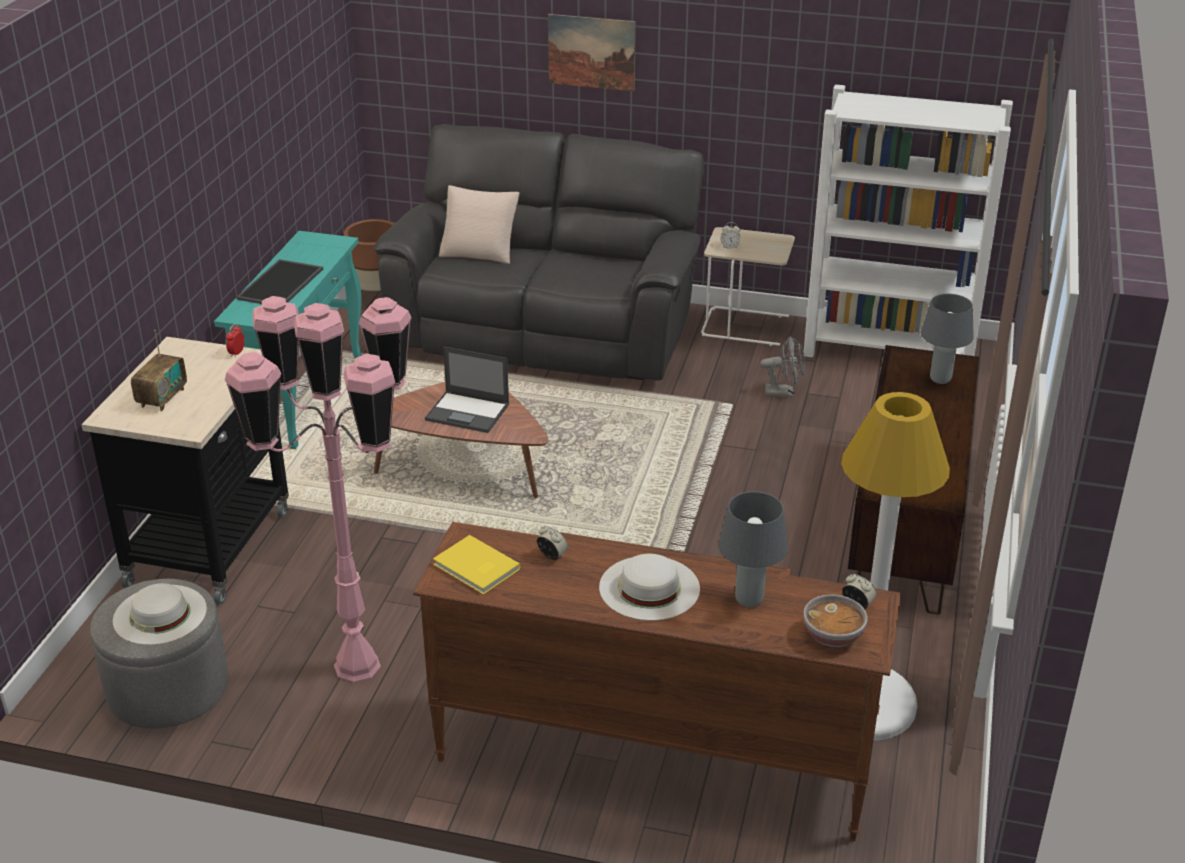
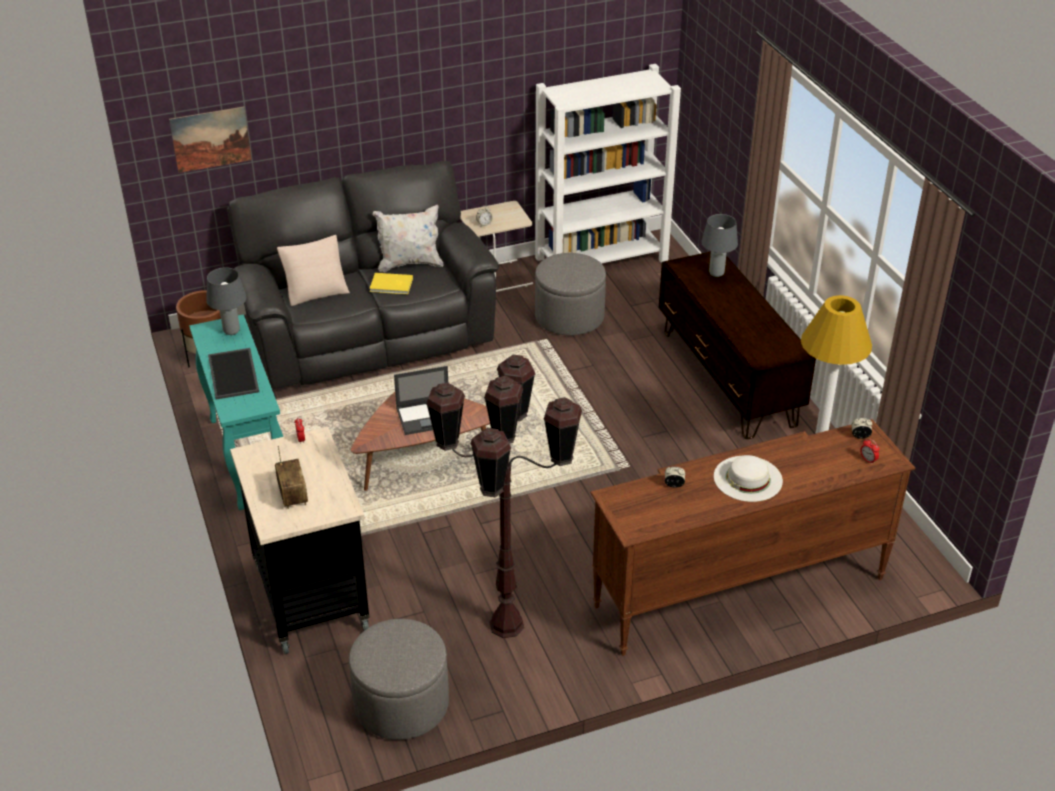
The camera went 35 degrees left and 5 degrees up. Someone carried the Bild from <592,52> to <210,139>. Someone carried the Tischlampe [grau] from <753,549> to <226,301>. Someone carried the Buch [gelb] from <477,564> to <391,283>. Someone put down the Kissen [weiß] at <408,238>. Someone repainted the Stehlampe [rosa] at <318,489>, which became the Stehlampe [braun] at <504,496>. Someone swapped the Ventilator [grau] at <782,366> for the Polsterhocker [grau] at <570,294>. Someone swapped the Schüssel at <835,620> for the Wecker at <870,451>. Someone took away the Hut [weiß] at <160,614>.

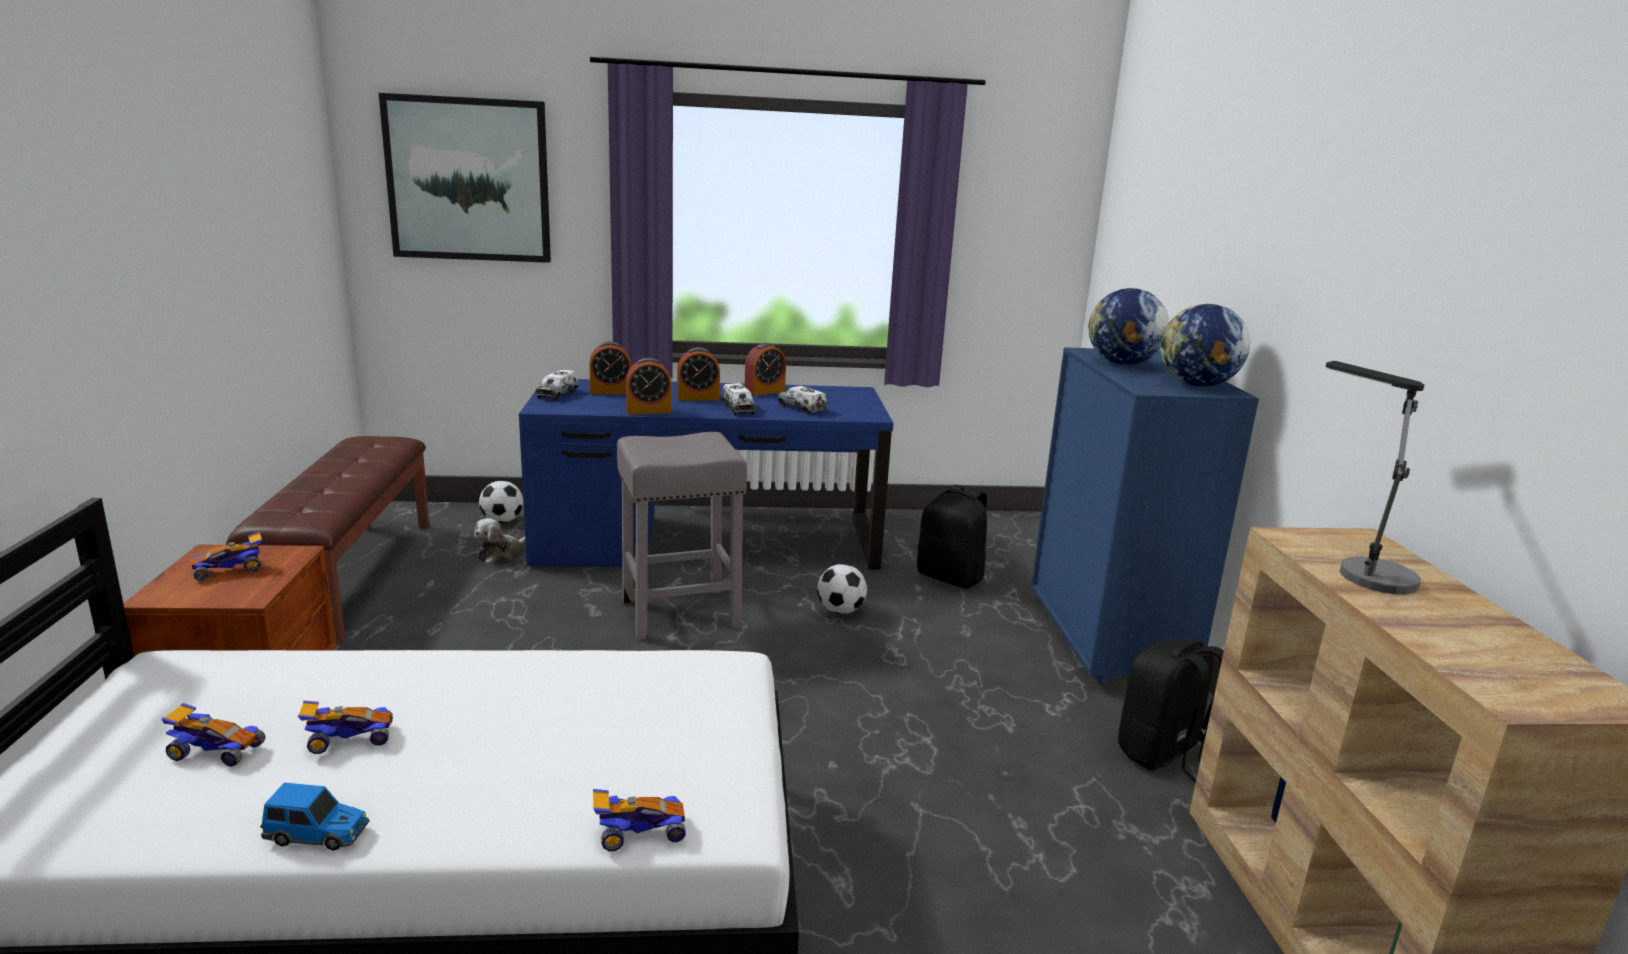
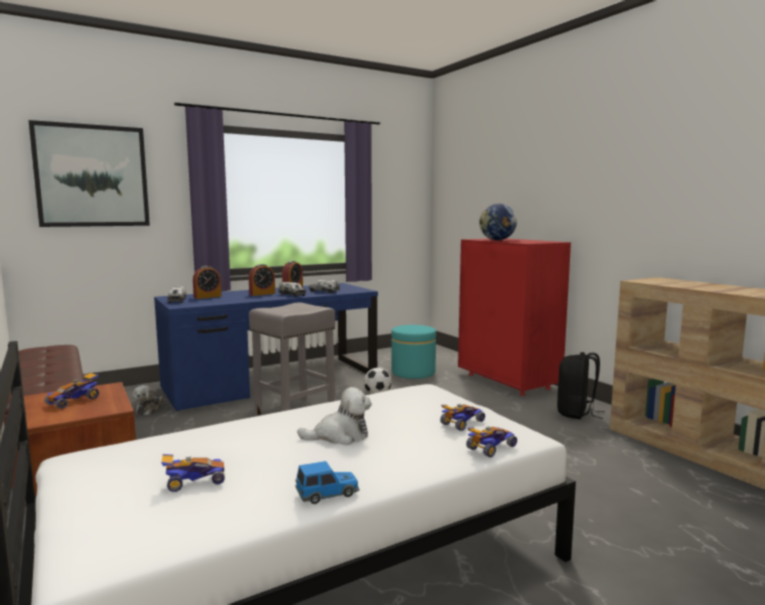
The camera went 25 degrees left and 10 degrees down. Someone put down the Plüschtier at <334,416>. Someone swapped the Rucksack [schwarz] at <952,536> for the Polsterhocker [türkis] at <413,352>. Someone carried the Spielzeugauto from <345,727> to <462,417>. Someone repainted the Schrank [blau] at <1145,515>, which became the Schrank [rot] at <514,317>. Someone took away the Fußball at <501,502>. Someone took away the Wecker at <649,385>. Someone took away the Globus at <1205,345>. Someone took away the Tischlampe at <1375,477>.

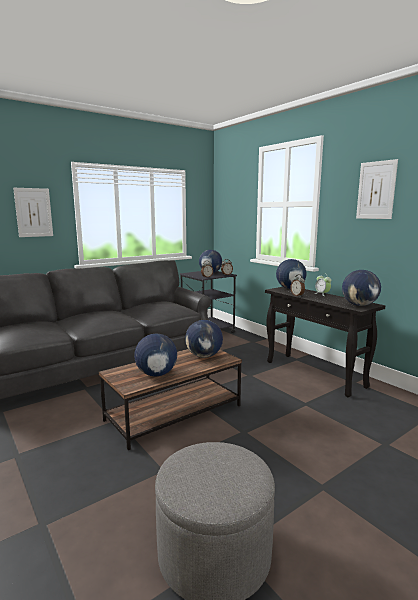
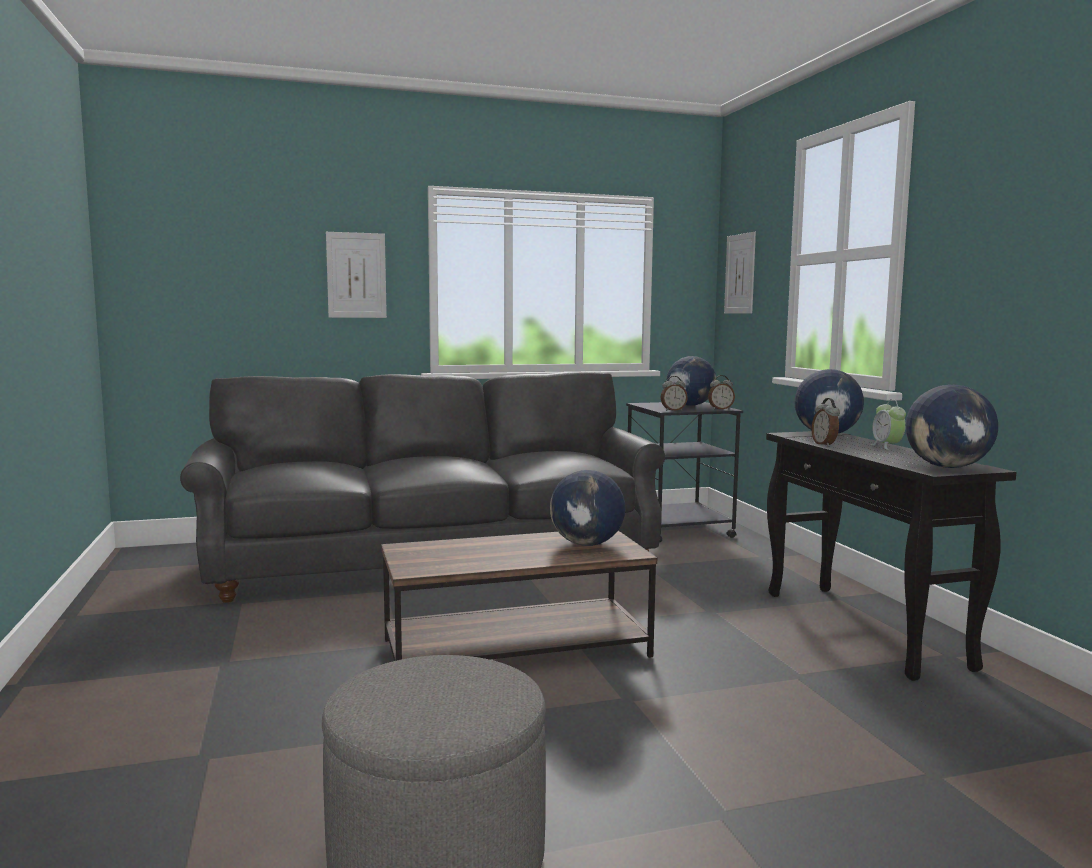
The camera went 20 degrees right and 5 degrees down. Someone carried the Bild from <377,189> to <740,272>. Someone took away the Globus at <155,355>.

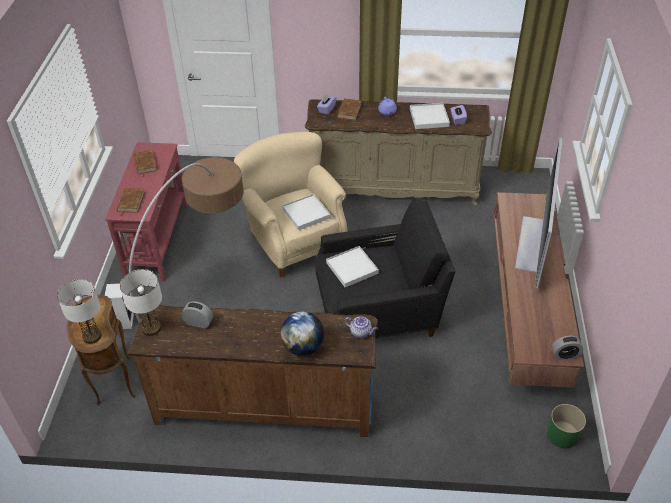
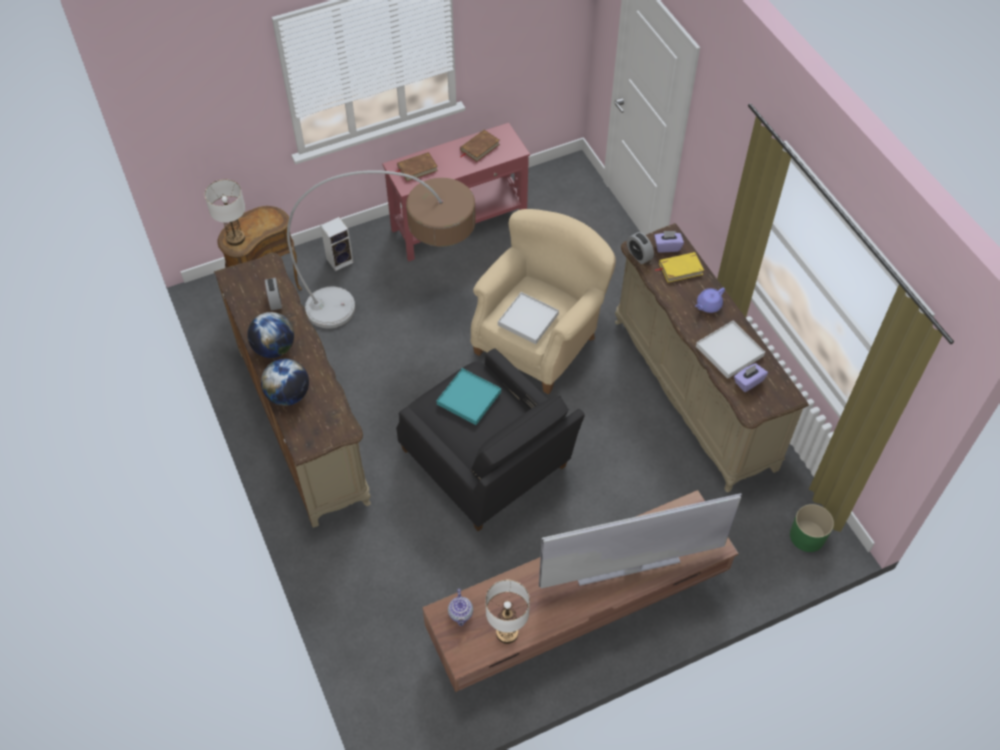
The camera went 60 degrees right and 10 degrees up. Someone repainted the Schrank [blau] at <252,371>, which became the Schrank [beige] at <292,390>. Someone put down the Globus at <270,335>. Someone repainted the Tablett [weiß] at <352,266>, which became the Tablett [türkis] at <469,396>. Someone carried the Teekanne from <361,327> to <460,607>. Someone carried the Tischlampe from <141,302> to <507,612>. Someone carried the Wecker from <567,348> to <640,248>. Someone repainted the Buch [braun] at <349,110>, which became the Buch [gelb] at <679,267>. Someone carried the Pflanzkübel [grün] from <566,426> to <812,528>.

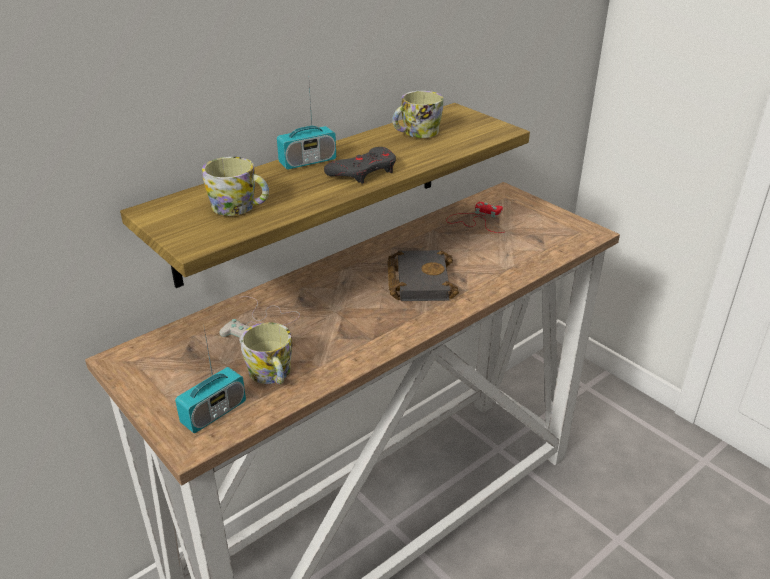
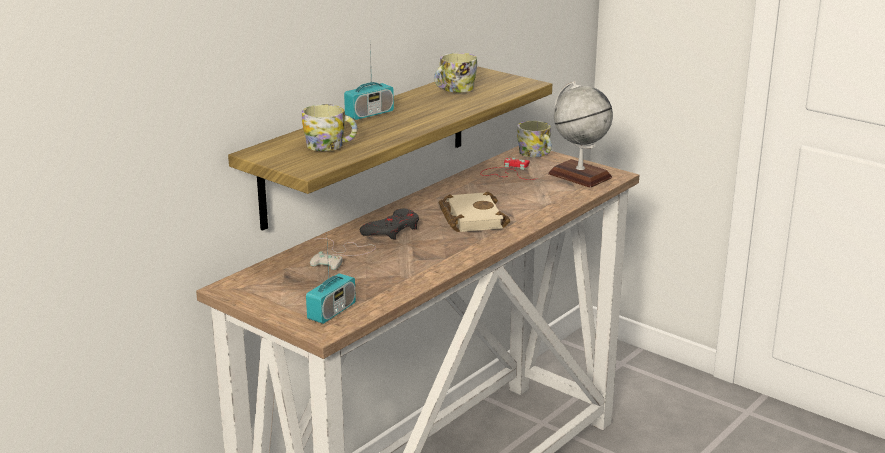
The camera went 10 degrees left and 10 degrees down. Someone carried the Gamepad [grau] from <360,165> to <389,224>. Someone repainted the Buch [schwarz] at <423,275>, which became the Buch [beige] at <474,211>. Someone carried the Henkelbecher from <266,353> to <534,139>. Someone put down the Globus at <580,134>.

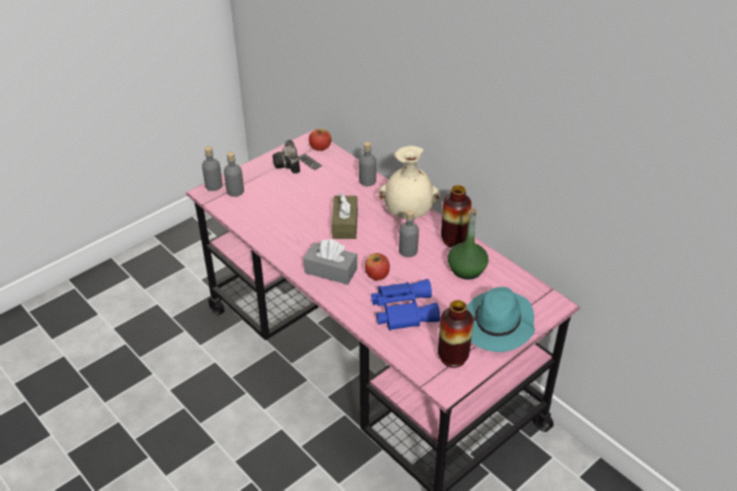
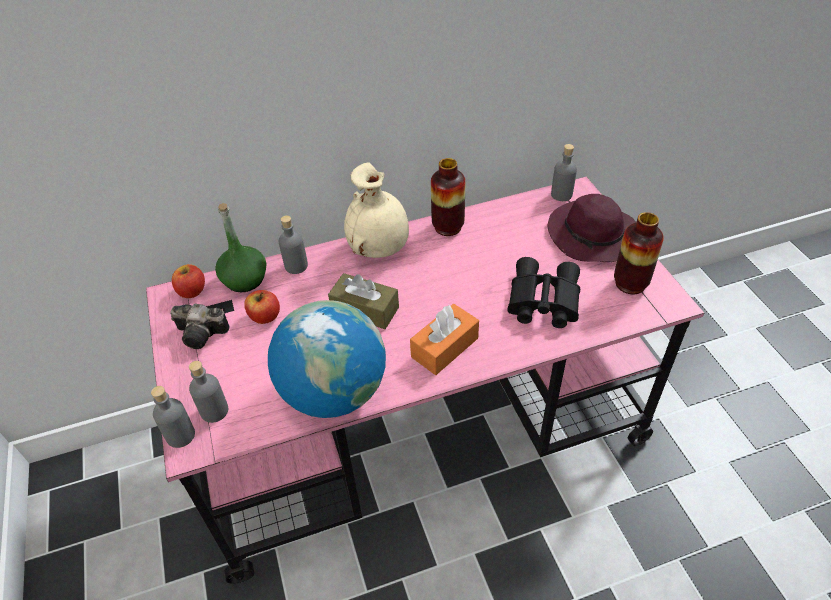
The camera went 65 degrees left and 5 degrees up. Someone carried the Flasche [grün] from <468,244> to <241,247>. Someone carried the Apfel from <377,266> to <262,307>. Someone put down the Globus at <327,359>. Someone repainted the Taschentuchbox [grau] at <330,262>, which became the Taschentuchbox [orange] at <444,339>. Someone repainted the Fernglas [blau] at <405,305>, which became the Fernglas [schwarz] at <543,292>. Someone repainted the Hut [türkis] at <501,319>, which became the Hut [lila] at <592,228>. Someone carried the Flasche [grau] from <409,233> to <564,172>.

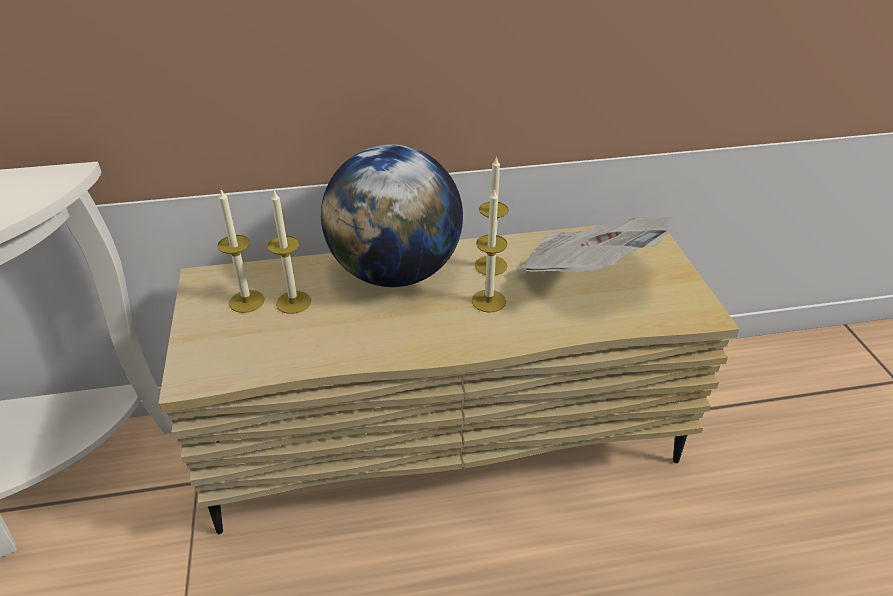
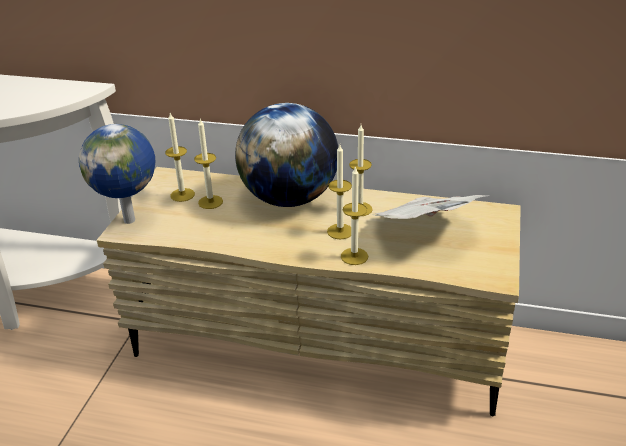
The camera went 25 degrees right and 5 degrees down. Someone put down the Globus at <117,174>. Someone put down the Kerze at <354,215>.

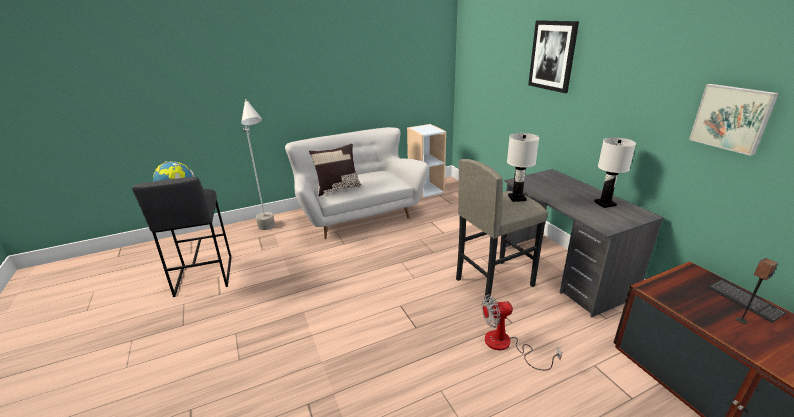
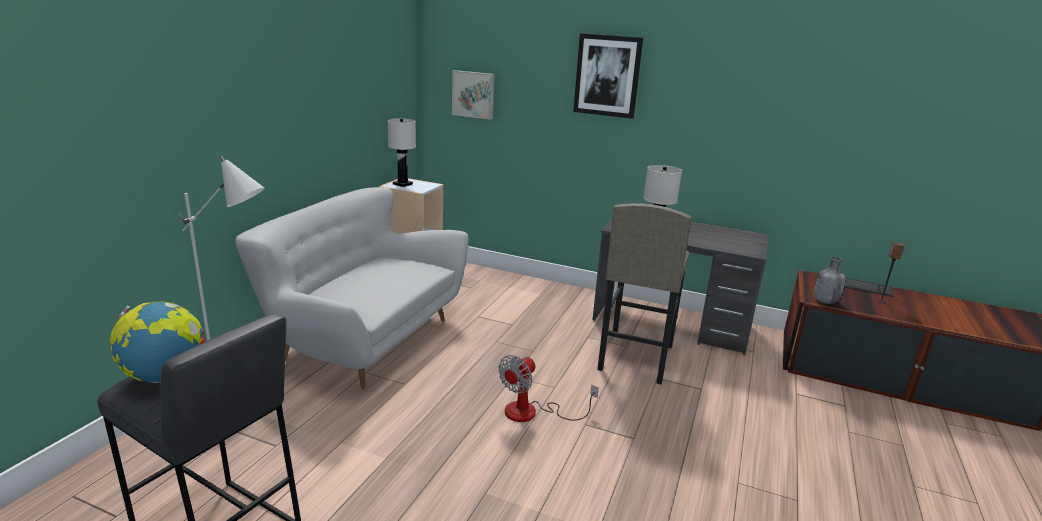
The camera went 45 degrees left and 5 degrees down. Someone carried the Tischlampe [weiß] from <615,172> to <401,152>. Someone carried the Bild from <734,120> to <473,95>. Someone carried the Ventilator from <522,332> to <548,388>. Someone put down the Flasche [grau] at <829,280>. Someone took away the Kissen at <335,170>.

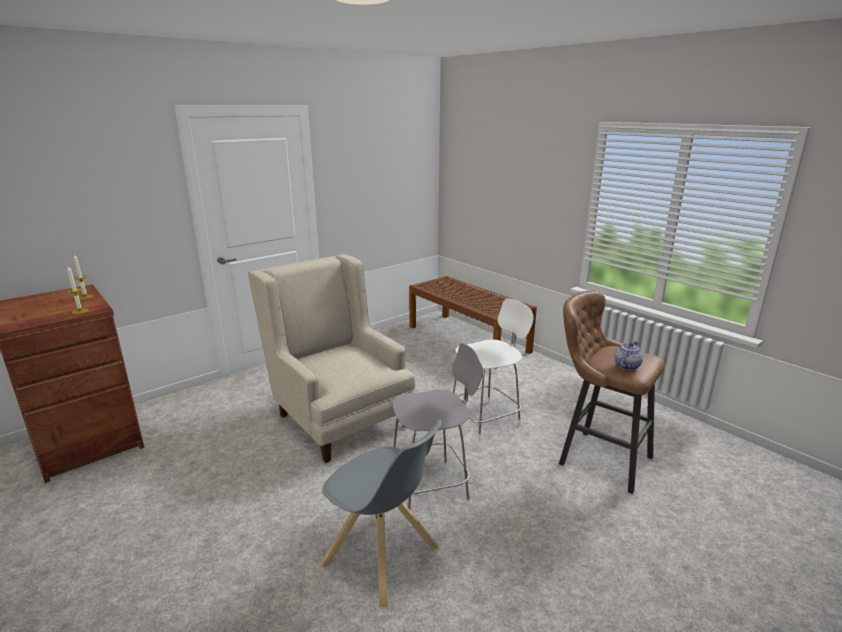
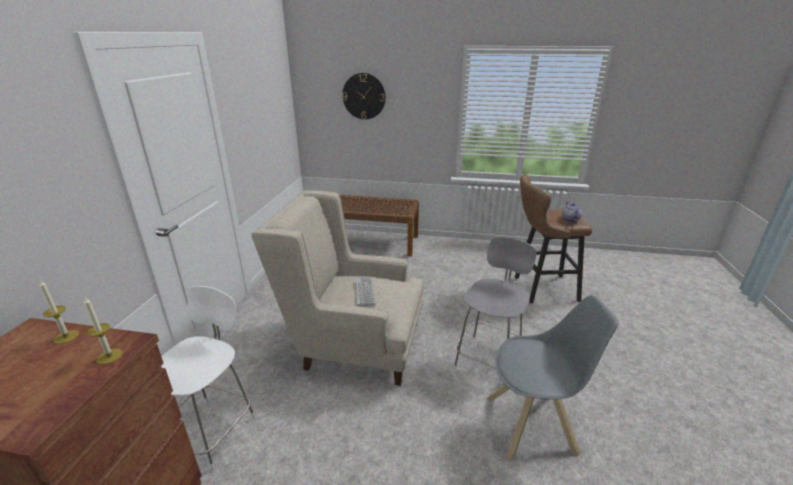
The camera went 40 degrees left and 5 degrees up. Someone carried the Stuhl [weiß] from <493,370> to <208,378>. Someone put up the Wanduhr at <364,96>. Someone put down the Tastatur at <365,291>.

